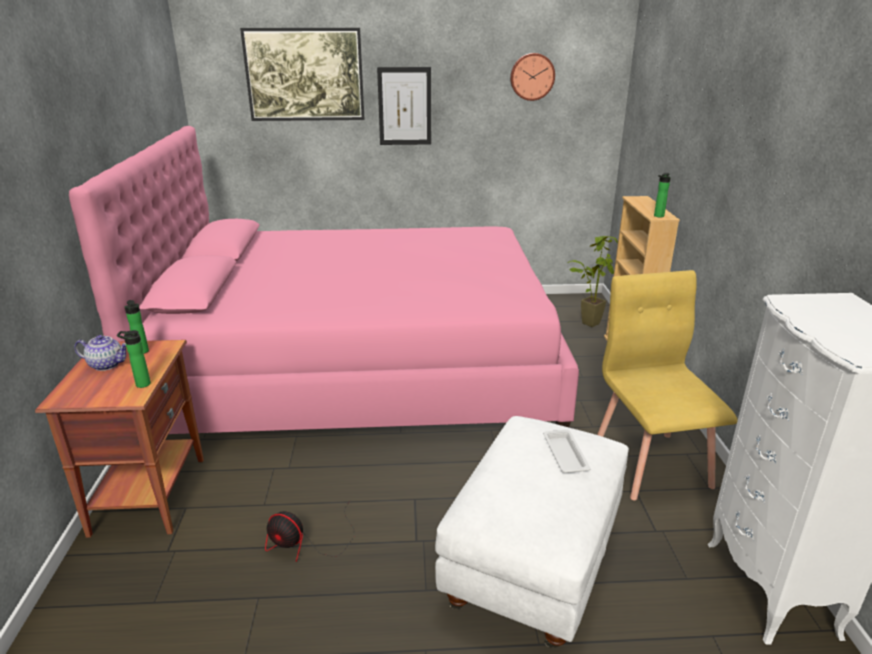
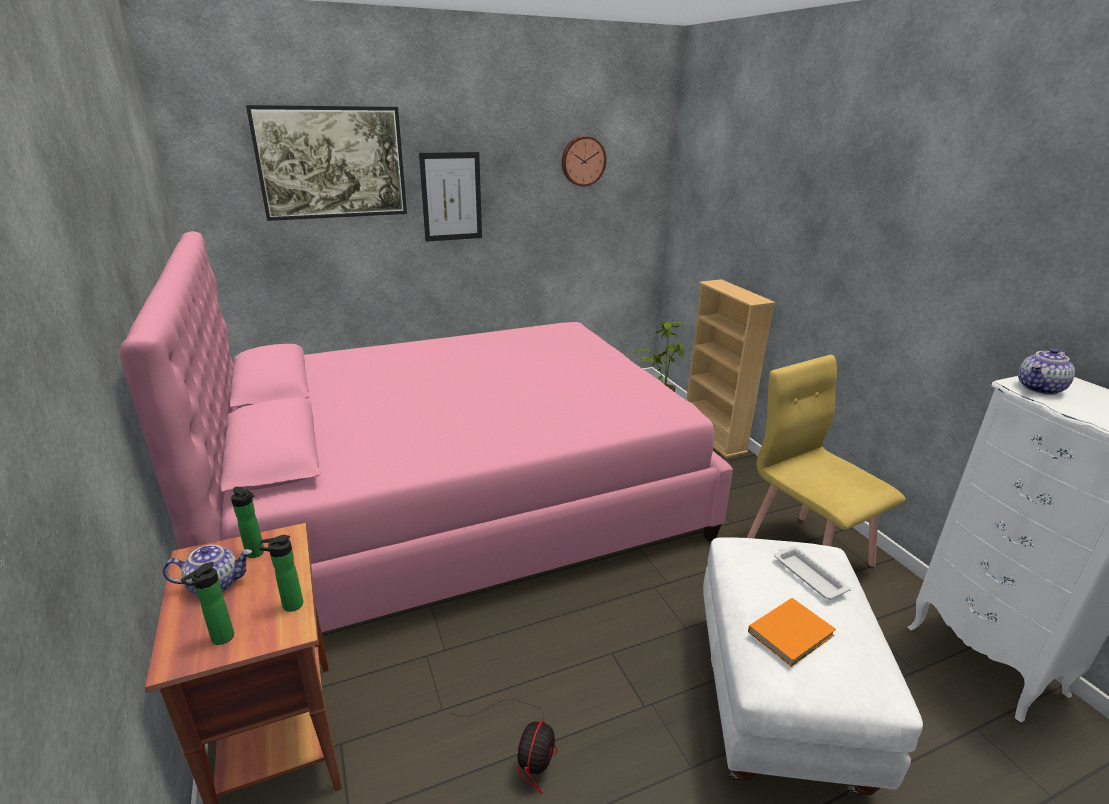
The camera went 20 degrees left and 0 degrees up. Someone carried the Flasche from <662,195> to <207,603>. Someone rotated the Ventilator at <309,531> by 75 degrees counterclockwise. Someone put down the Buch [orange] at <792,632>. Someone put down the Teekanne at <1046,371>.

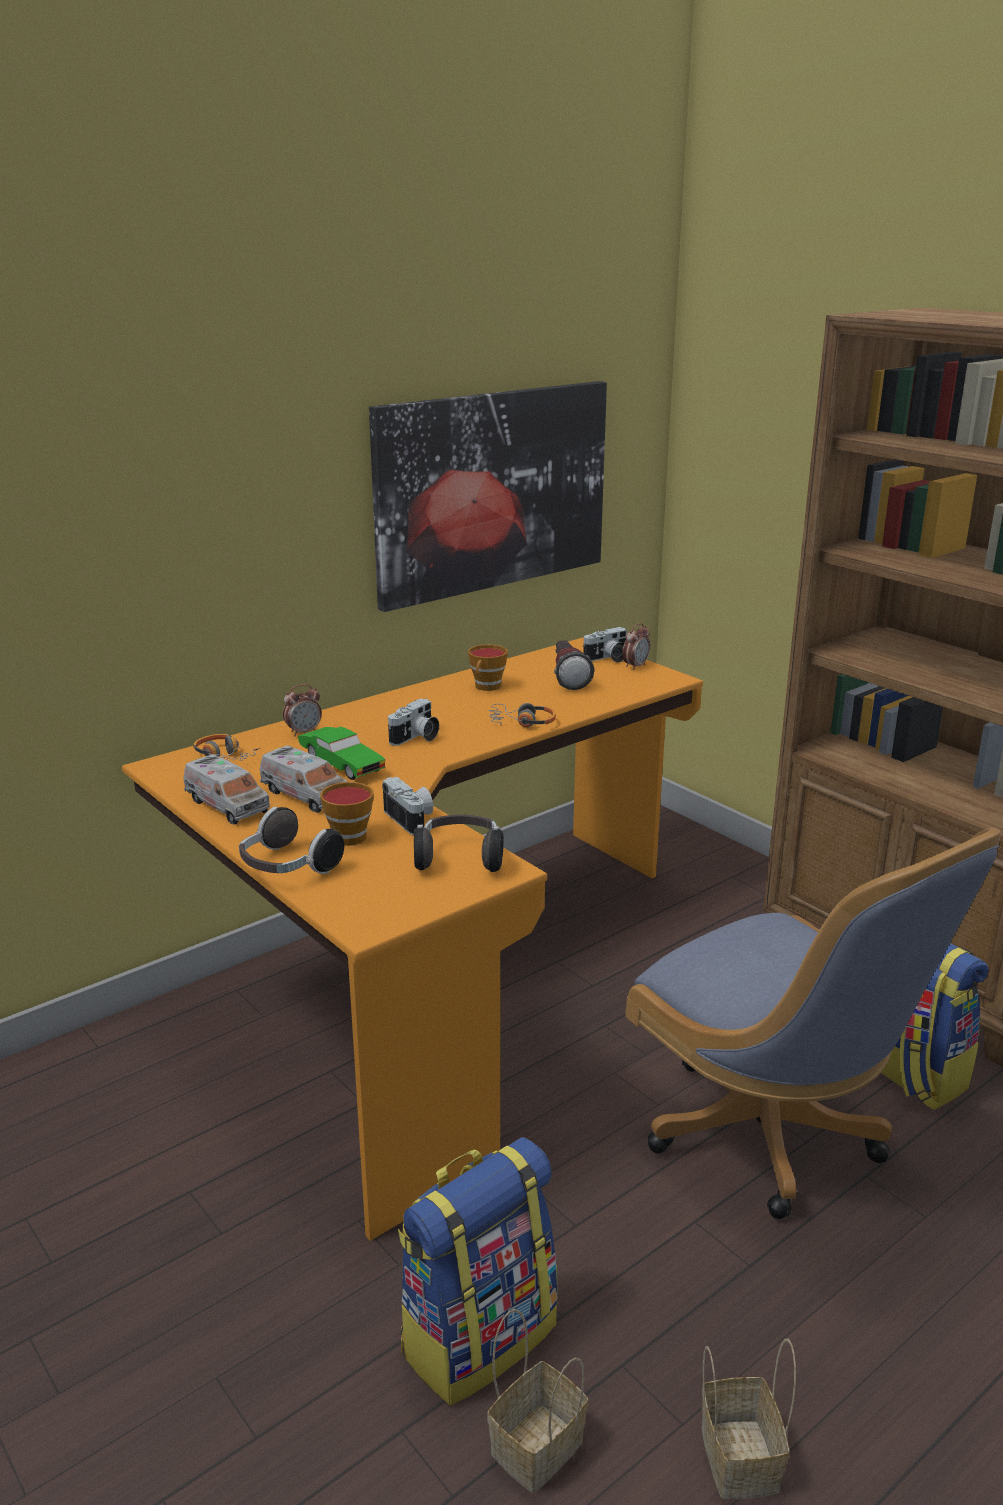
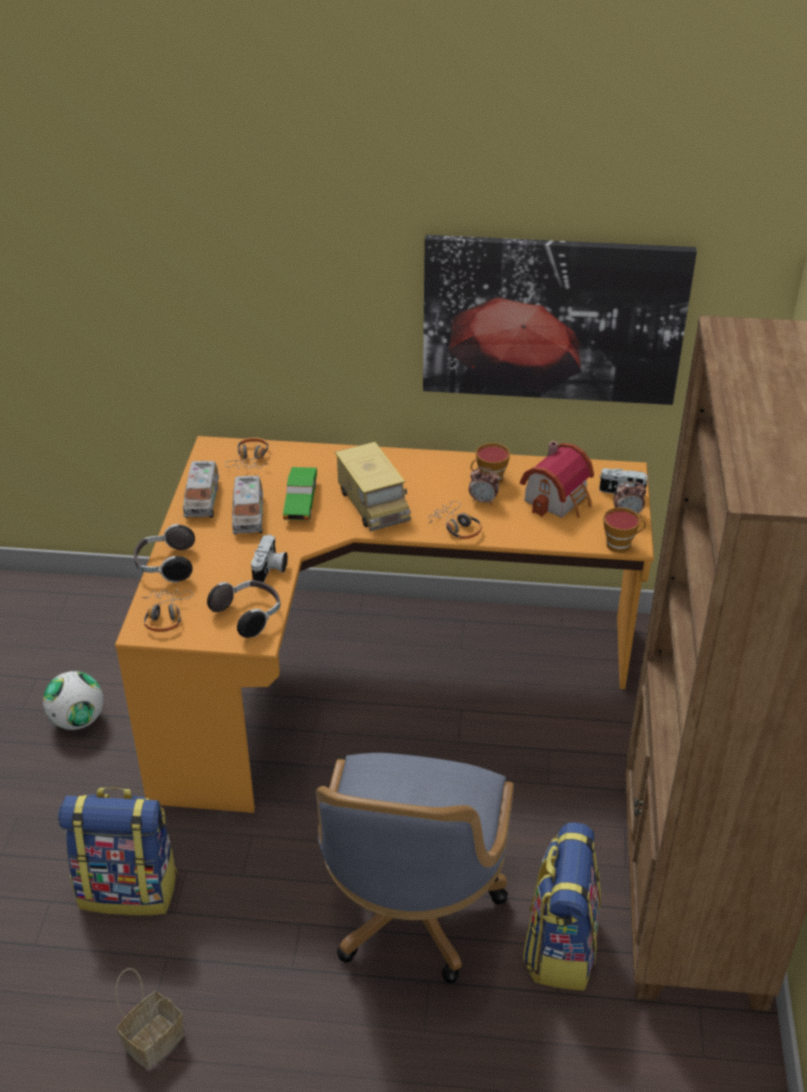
The camera went 45 degrees right and 15 degrees up. Someone put down the Fußball at <73,700>. Someone put down the Kopfhörer at <167,610>. Someone swapped the Kamera at <413,722> for the Spielzeuglaster at <373,487>. Someone carried the Wecker from <302,710> to <484,486>. Someone swapped the Taschenlampe at <574,665> for the Spielzeughaus at <557,479>. Someone carried the Tasse from <347,814> to <624,530>. Someone took away the Korb at <537,1401>.

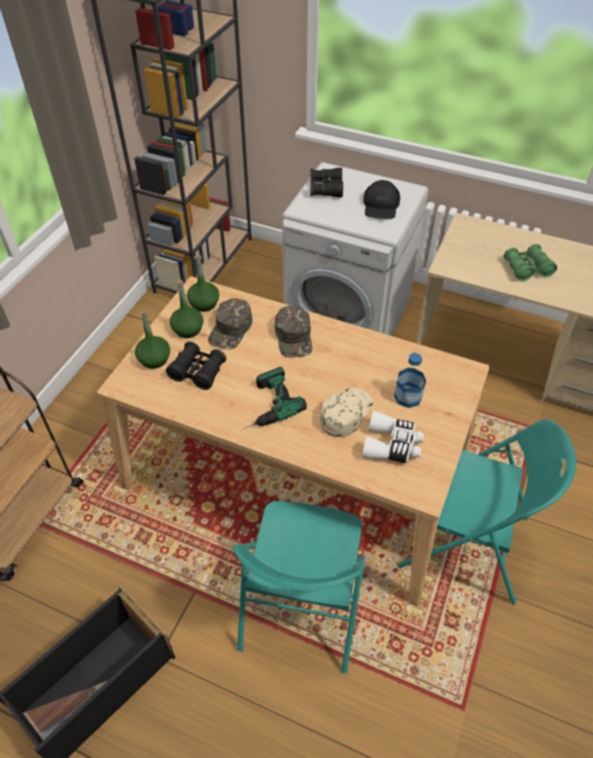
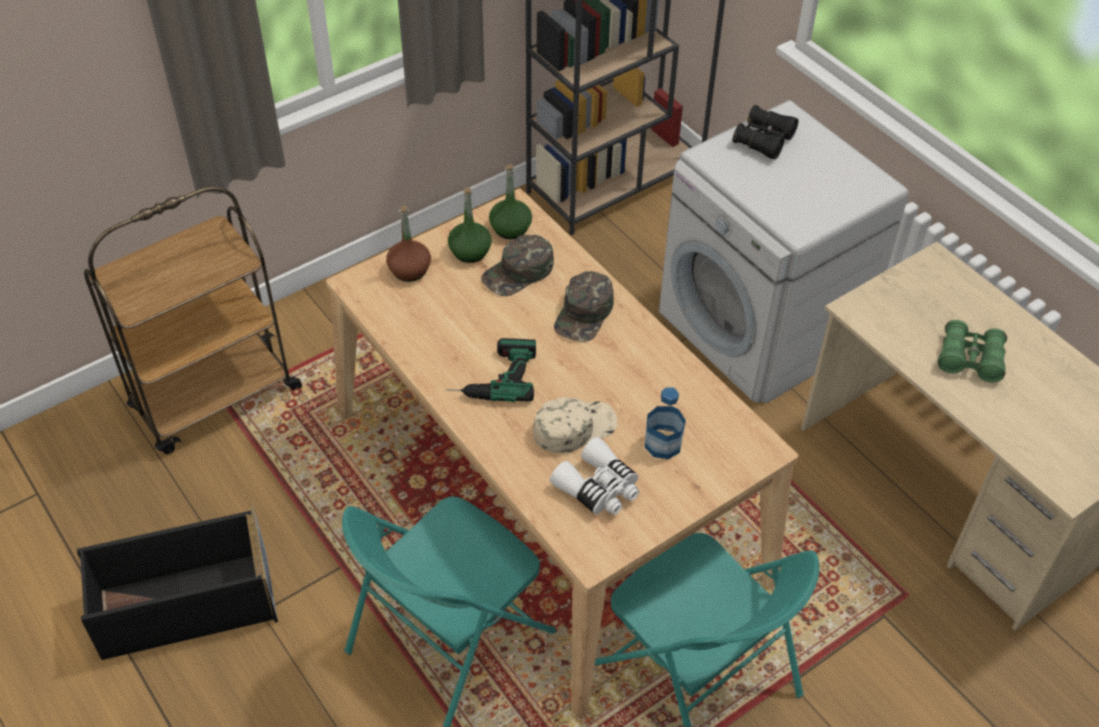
The camera went 30 degrees right and 0 degrees up. Someone repainted the Flasche [grün] at <152,339>, which became the Flasche [braun] at <408,243>. Someone took away the Fernglas [schwarz] at <196,366>. Someone took away the Kappe [schwarz] at <381,199>.

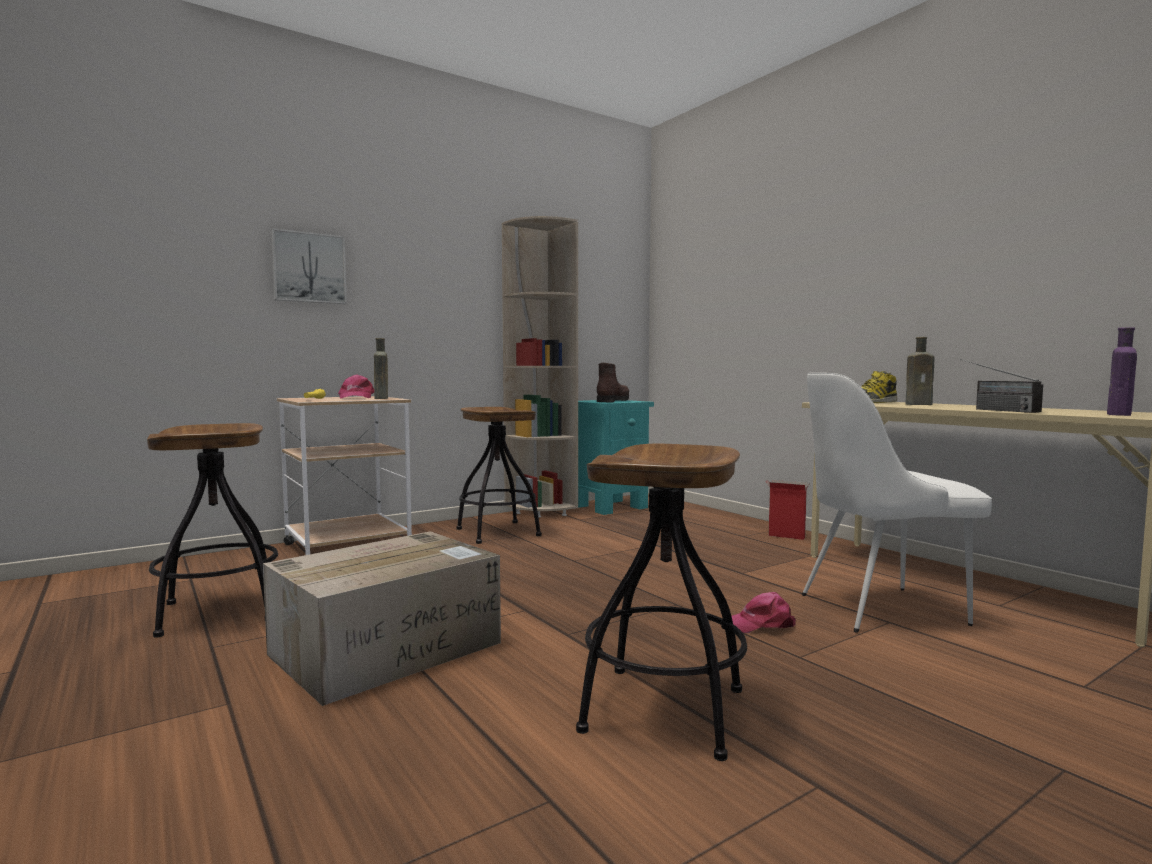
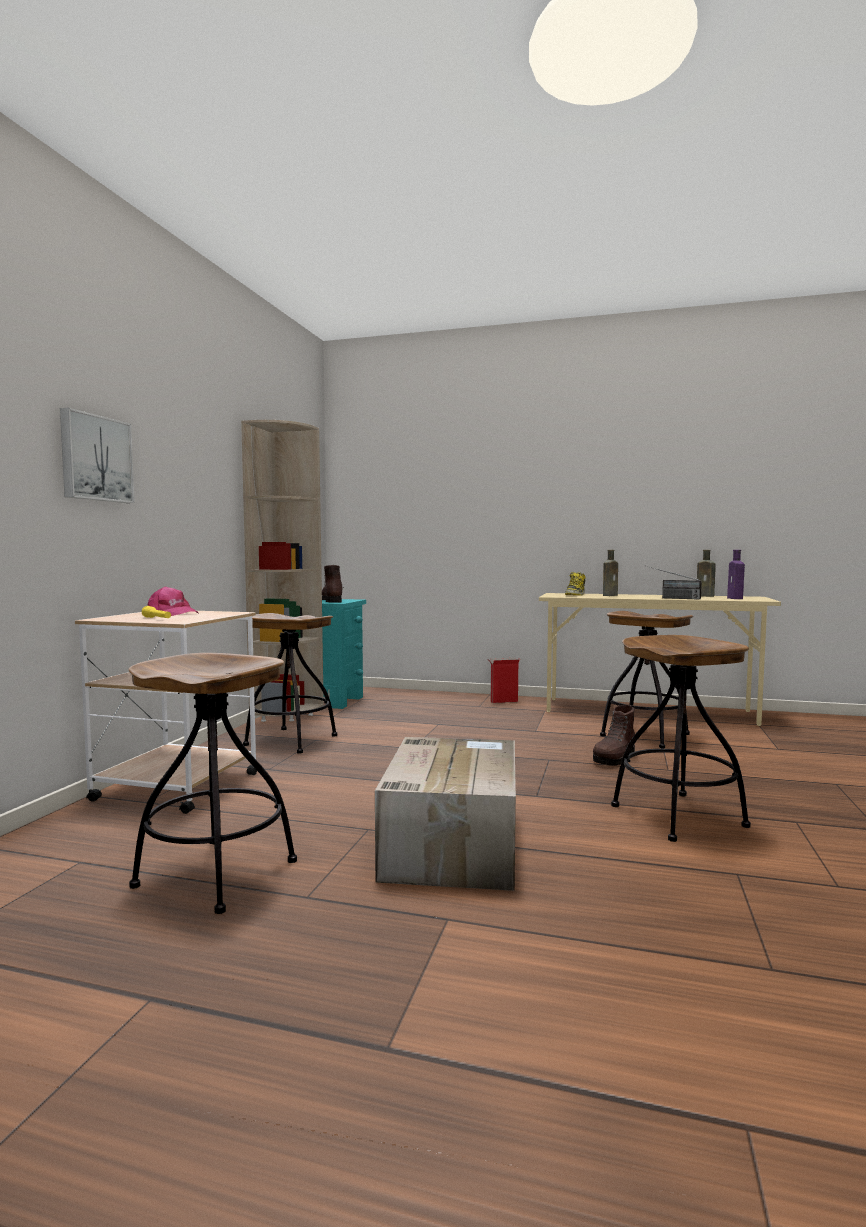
The camera went 40 degrees left and 0 degrees up. Someone swapped the Kappe [rosa] at <763,612> for the Stiefel [braun] at <614,735>. Someone swapped the Stuhl [weiß] at <897,503> for the Hocker [braun] at <646,679>. Someone carried the Flasche [braun] from <381,368> to <706,573>.

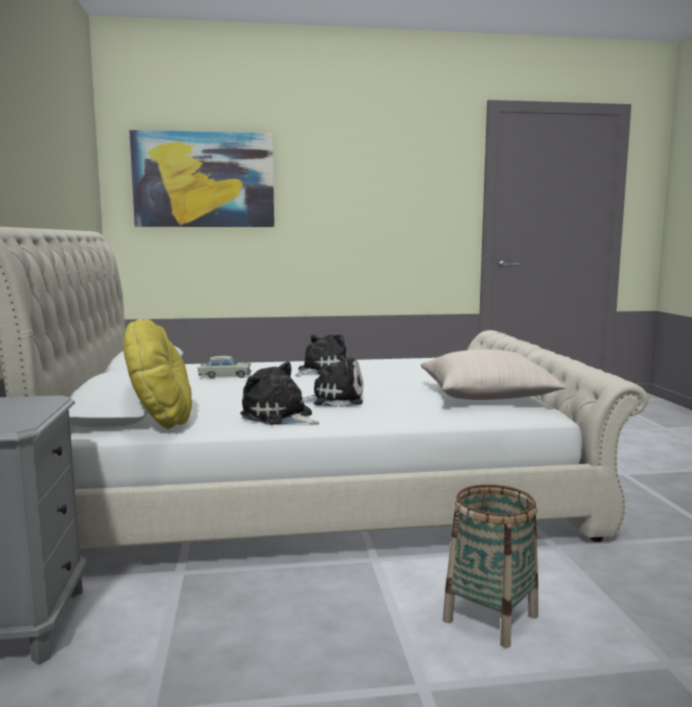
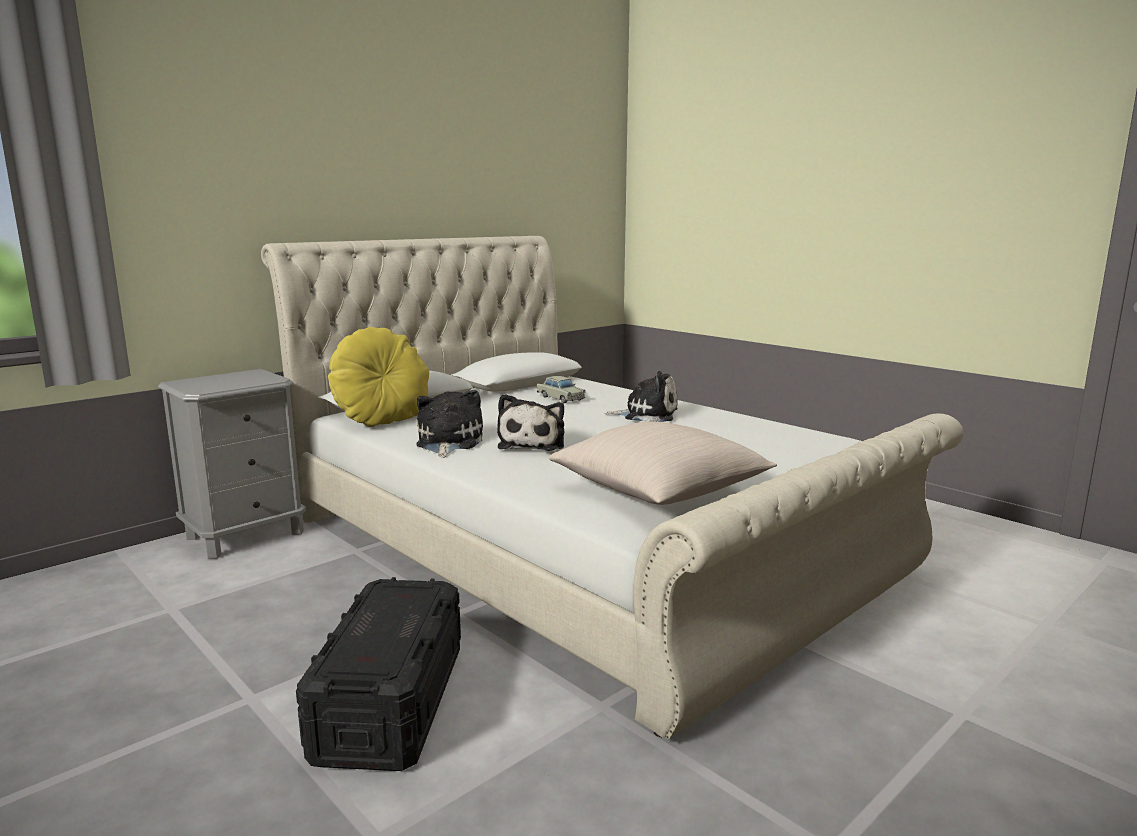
The camera went 55 degrees right and 5 degrees up. Someone swapped the Korb at <490,566> for the Aufbewahrungsbox [schwarz] at <378,674>. Someone rotated the Plüschtier at <333,381> by 45 degrees clockwise. Someone took away the Bild at <201,178>.

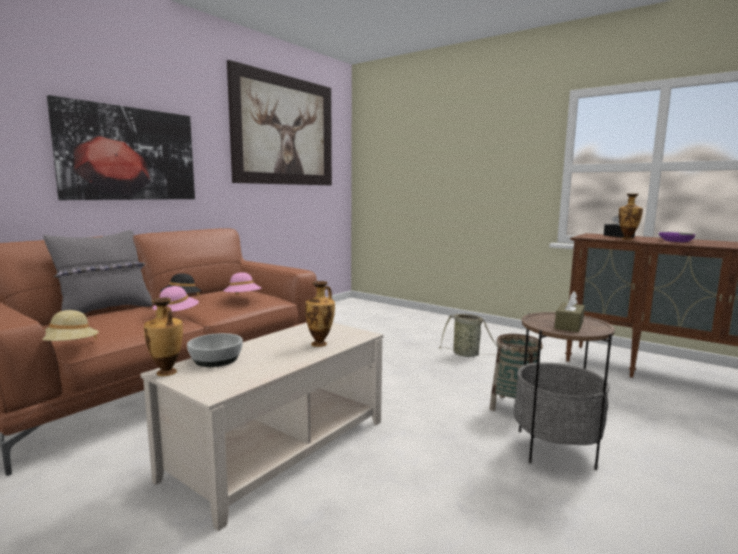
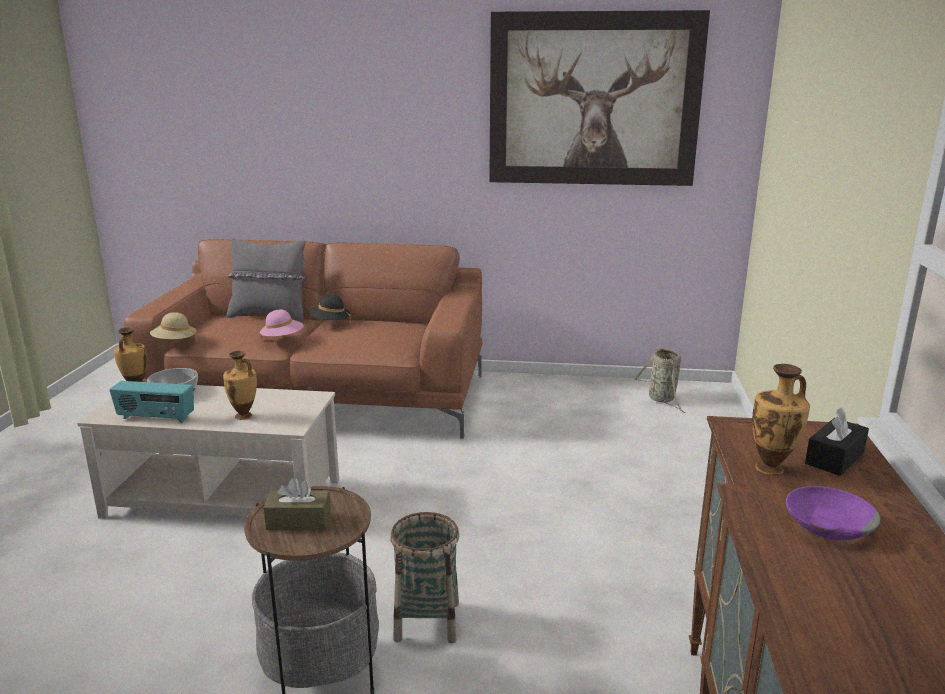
The camera went 60 degrees right and 10 degrees up. Someone put down the Radio at <151,402>. Someone carried the Korb from <468,335> to <659,379>. Someone took away the Bild at <121,147>. Someone took away the Hut [rosa] at <242,283>.

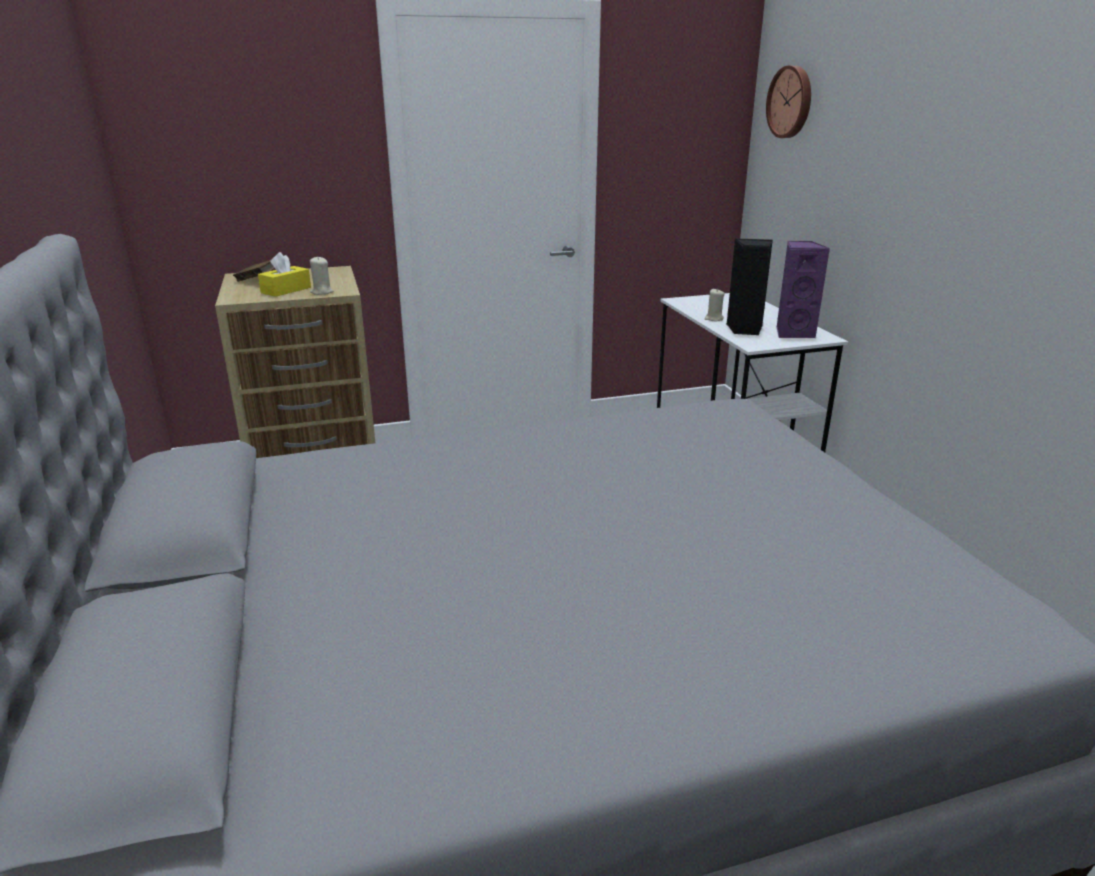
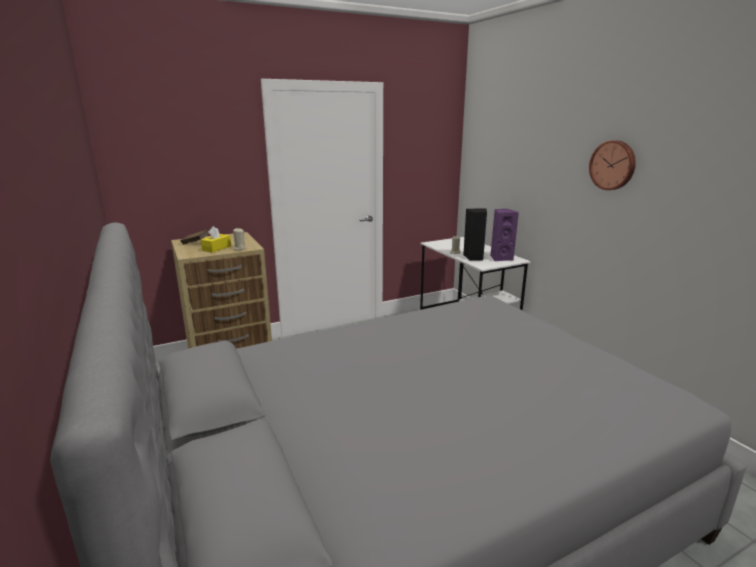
The camera went 10 degrees left and 5 degrees down. Someone carried the Wanduhr from <788,101> to <612,165>.

